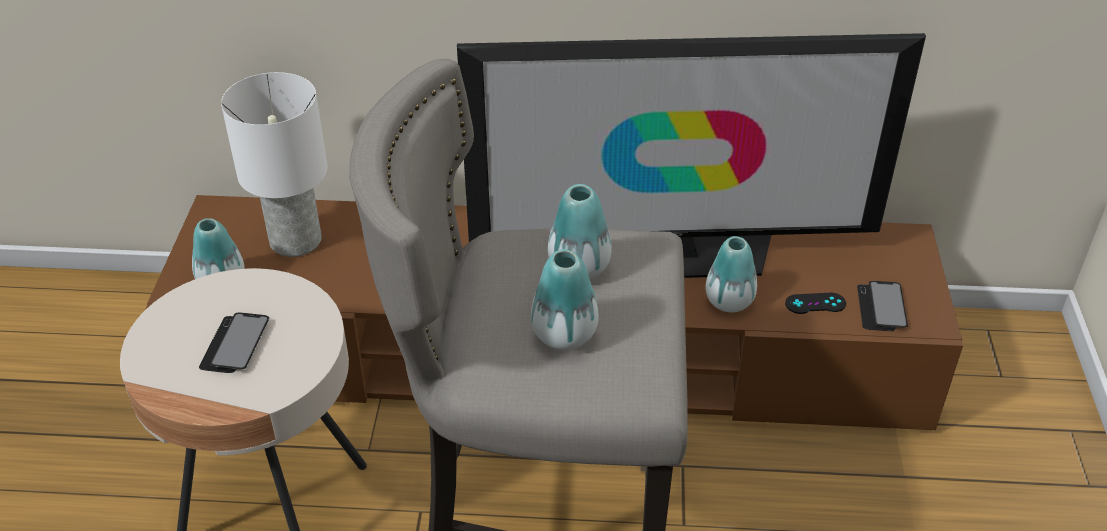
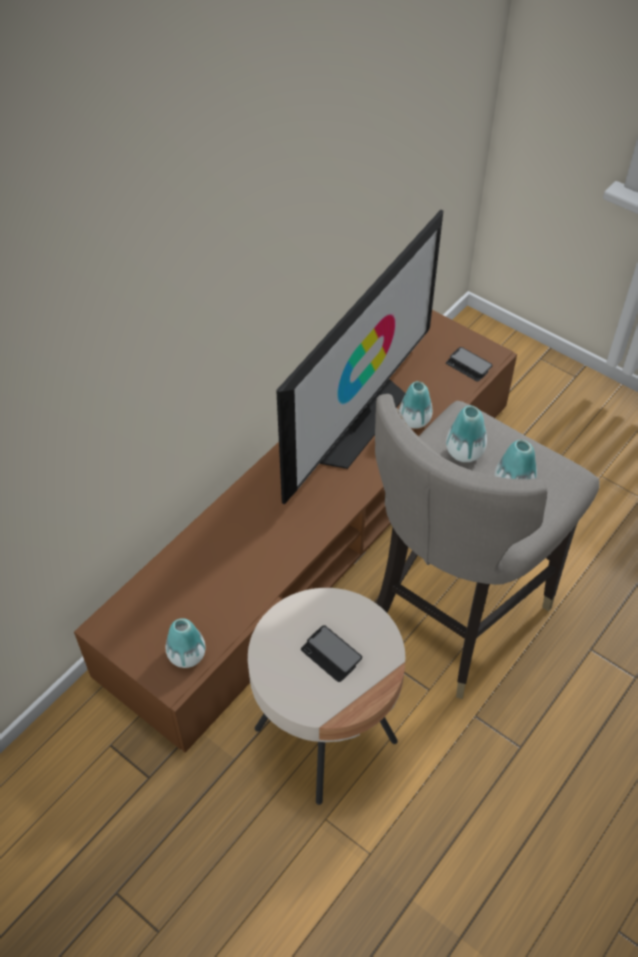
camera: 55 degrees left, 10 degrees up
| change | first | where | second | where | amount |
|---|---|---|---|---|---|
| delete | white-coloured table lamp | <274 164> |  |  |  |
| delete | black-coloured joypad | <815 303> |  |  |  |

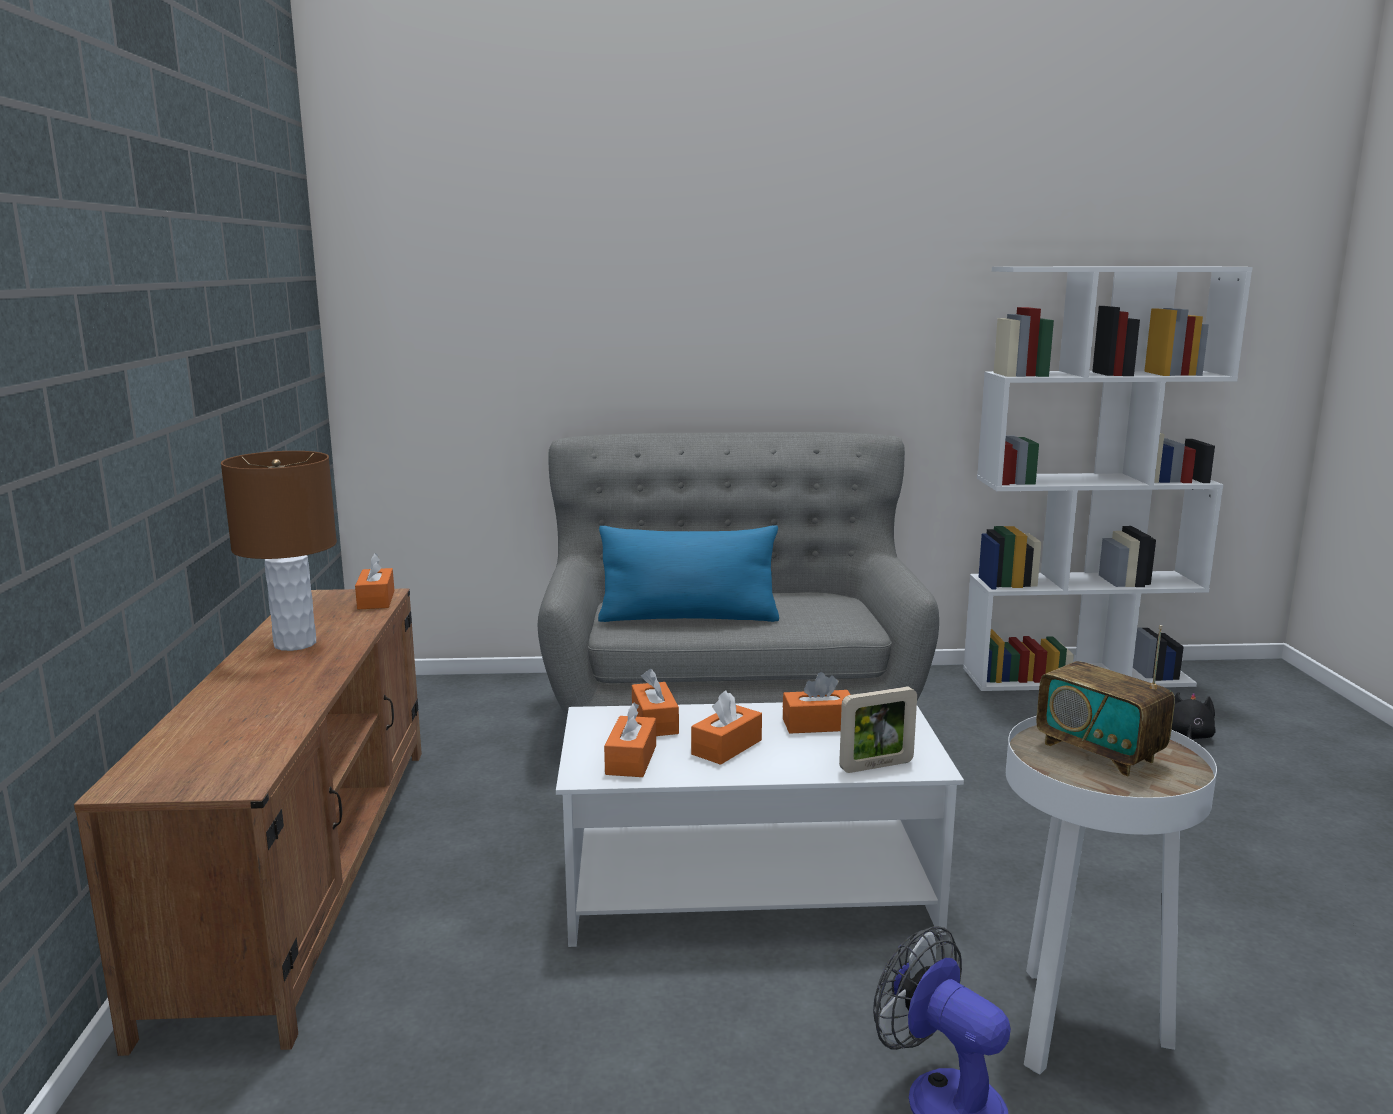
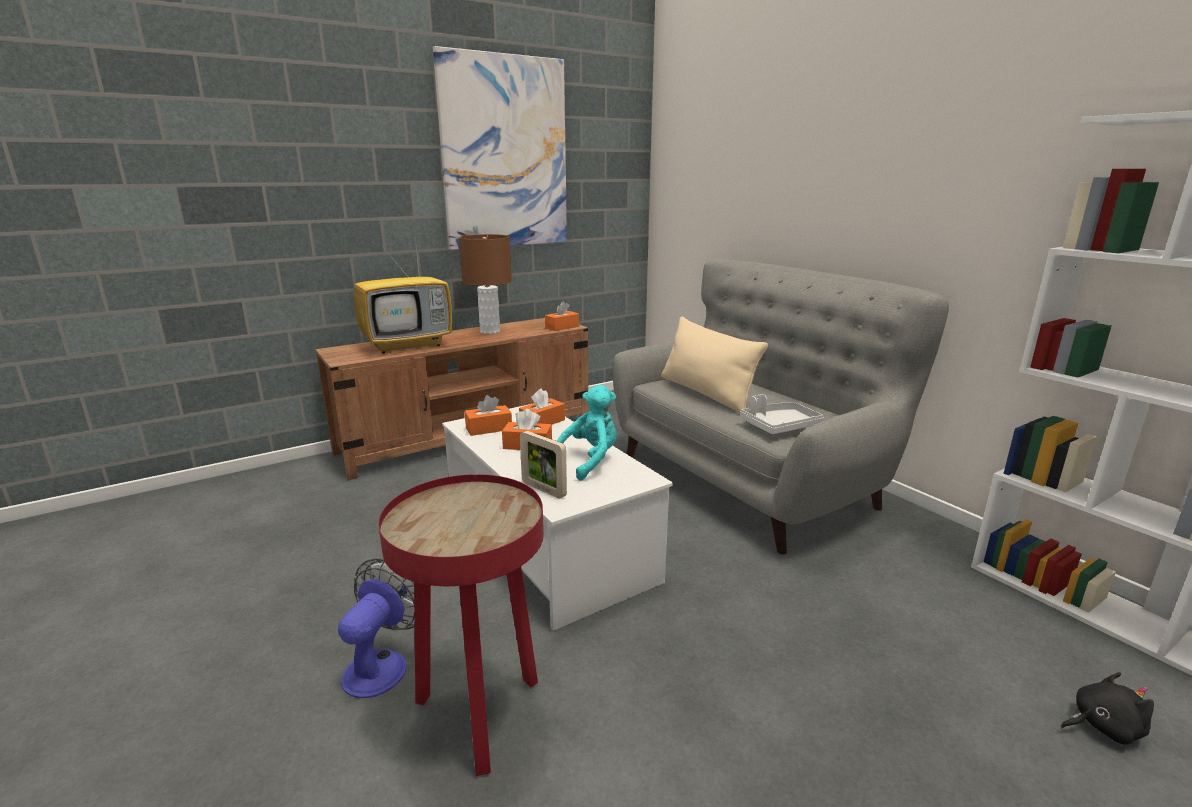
camera: 60 degrees right, 5 degrees up
| change | first | where | second | where | amount |
|---|---|---|---|---|---|
| recolor | blue-coloured pillow | <688 573> | sand-coloured pillow | <714 364> |  |
| replace | orange-coloured box of tissues | <817 703> | turquoise-coloured cuddly toy | <587 433> |  |
| recolor | white-coloured side table | <1111 895> | reddish side table | <461 625> |  |
| delete | radio set | <1105 700> |  |  |  |
| insert |  |  | TV | <403 296> |  |
| insert |  |  | picture | <500 148> |  |
| insert |  |  | grey serving tray | <782 414> |  |

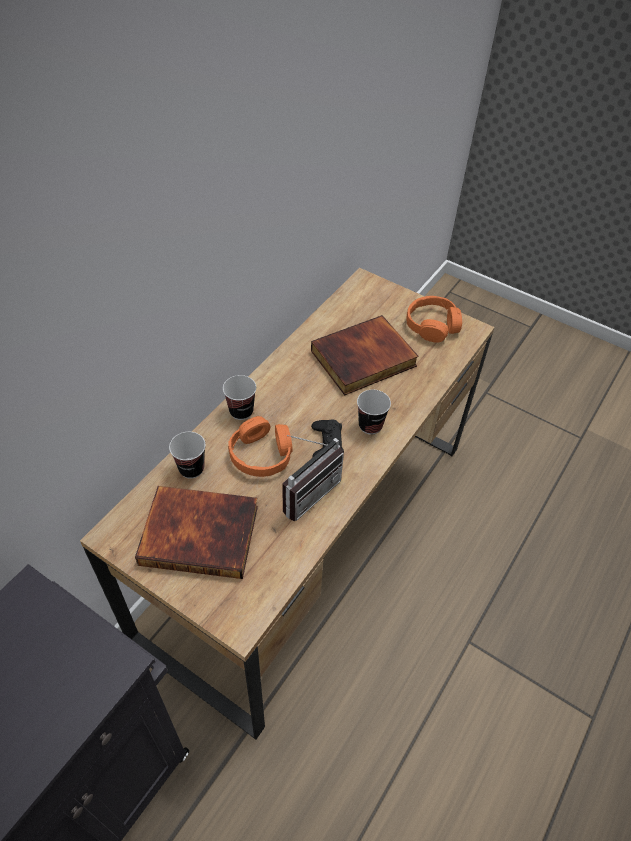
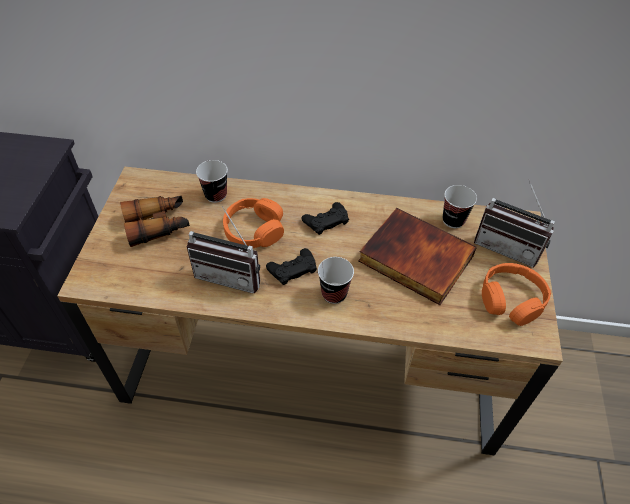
camera: 65 degrees right, 0 degrees up
| change | first | where | second | where | amount |
|---|---|---|---|---|---|
| replace | volume | <196 532> | field glasses | <155 221> |  |
| move | cup | <239 397> |  | <460 206> |  |
| insert |  |  | black-coloured joypad | <325 218> |  |
| insert |  |  | radio set | <514 223> |  |

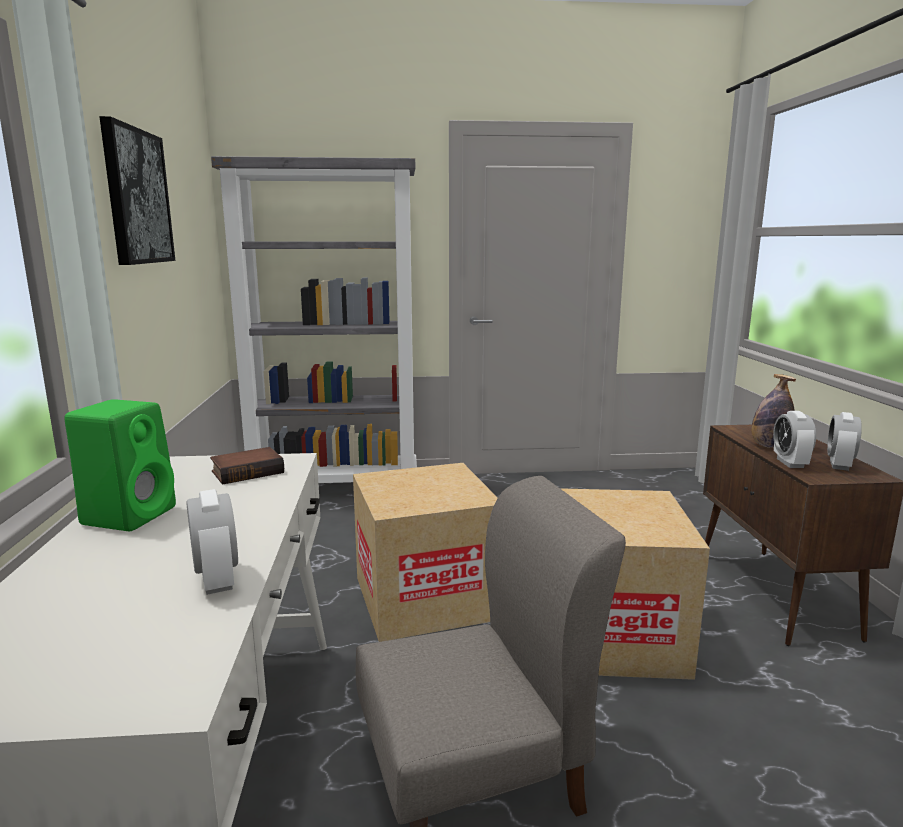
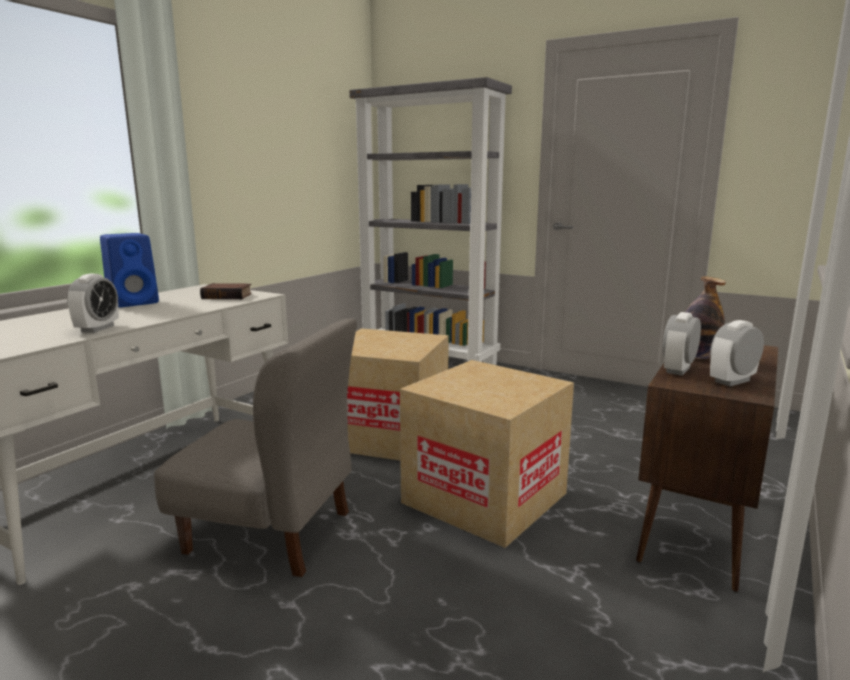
camera: 35 degrees right, 0 degrees up
| change | first | where | second | where | amount |
|---|---|---|---|---|---|
| recolor | green loudspeaker | <120 465> | blue-coloured loudspeaker | <129 270> |  |
| delete | picture | <137 190> |  |  |  |

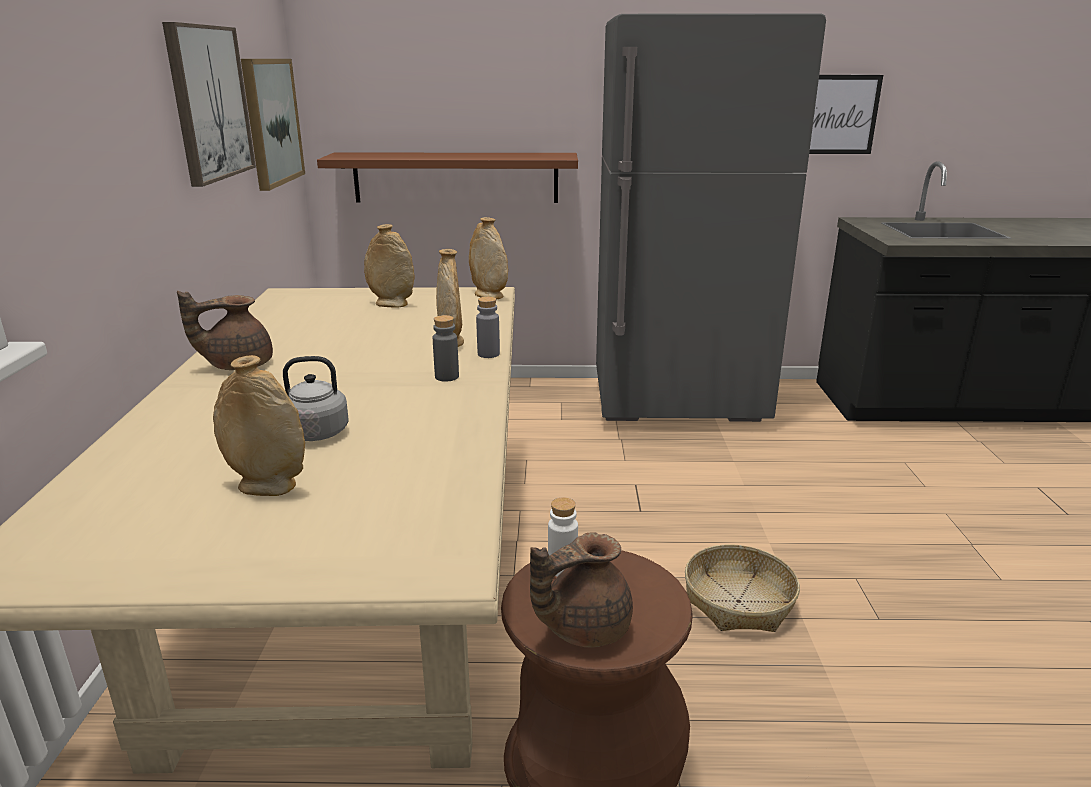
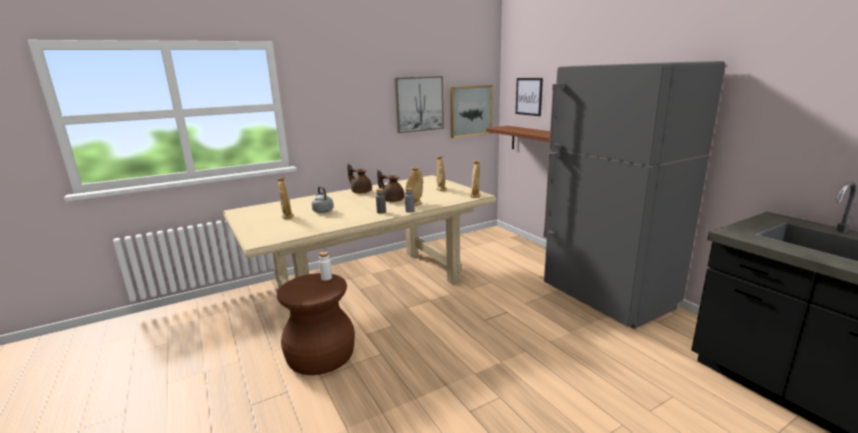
camera: 60 degrees right, 5 degrees down
| change | first | where | second | where | amount |
|---|---|---|---|---|---|
| move | brown-coloured pot for tea | <581 589> |  | <390 186> |  |
| delete | storage basket | <742 588> |  |  |  |
| move | picture | <846 114> |  | <529 97> |  |

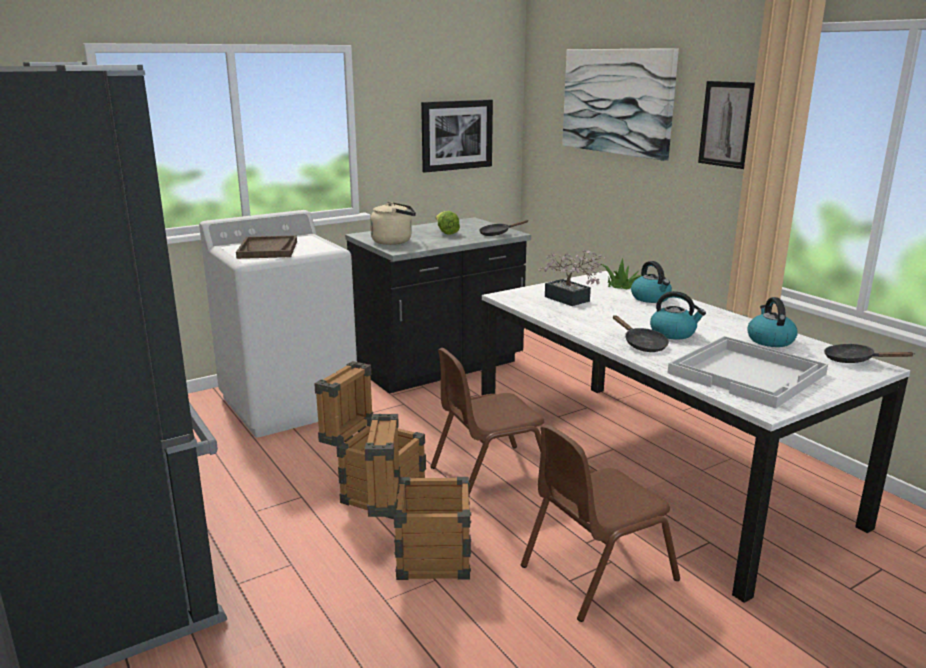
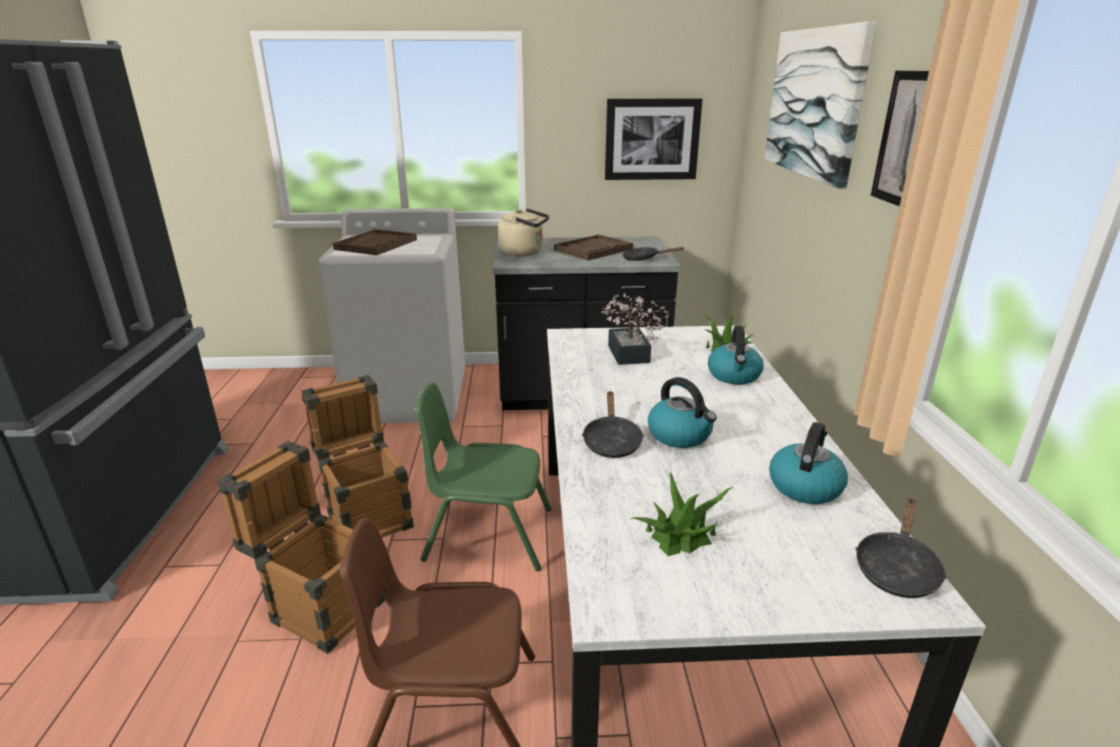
camera: 30 degrees right, 5 degrees up
| change | first | where | second | where | amount |
|---|---|---|---|---|---|
| recolor | brown-coloured chair | <487 421> | green chair | <483 476> |  |
| replace | lettuce | <448 223> | brown-coloured serving tray | <593 247> |  |
| replace | white-coloured serving tray | <748 372> | potted plant | <681 514> |  |
| rotate | black-coloured frying pan | <869 353> |  | <901 548> | 120 degrees counterclockwise |

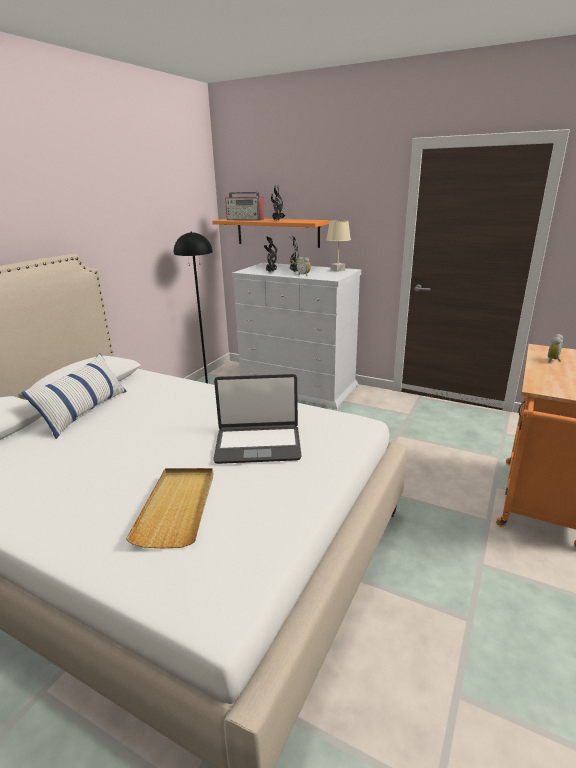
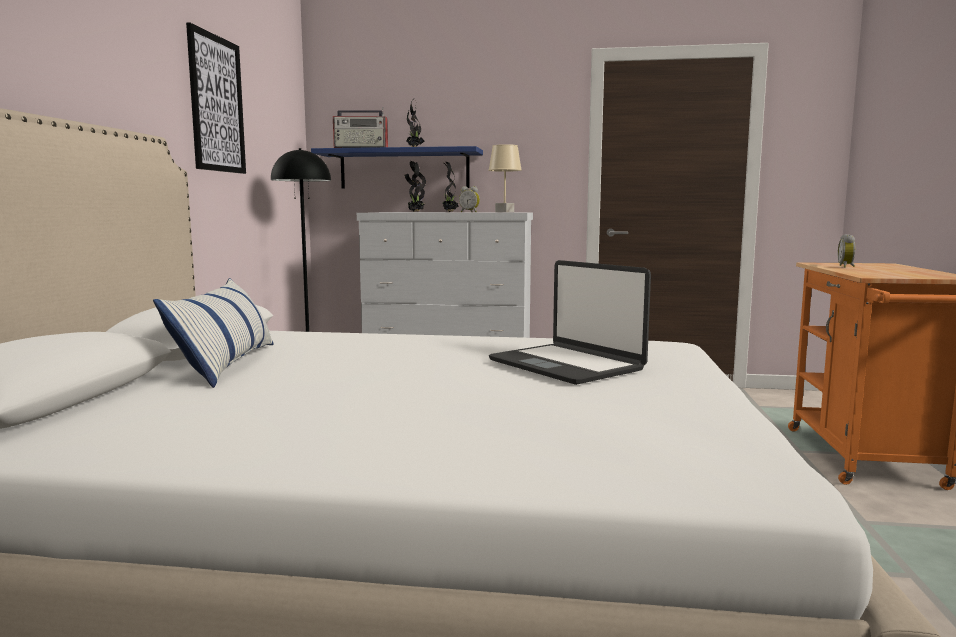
camera: 20 degrees left, 15 degrees down
| change | first | where | second | where | amount |
|---|---|---|---|---|---|
| delete | sand-coloured serving tray | <169 508> |  |  |  |
| recolor | orange-coloured shelf | <270 233> | blue-coloured shelf | <397 167> |  |
| rotate | portable computer | <257 419> |  | <570 322> | 75 degrees clockwise |
| insert |  |  | picture | <216 98> |  |

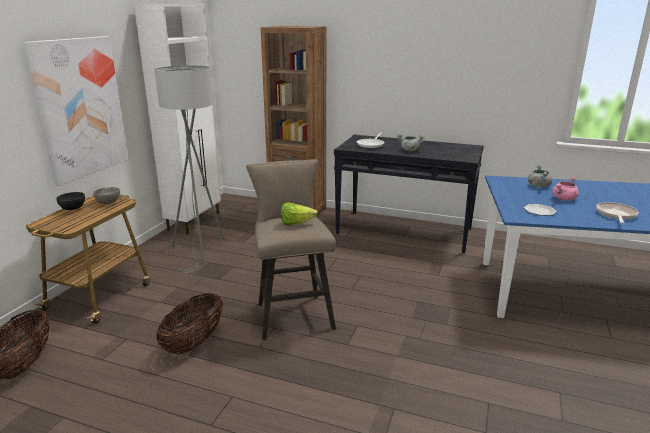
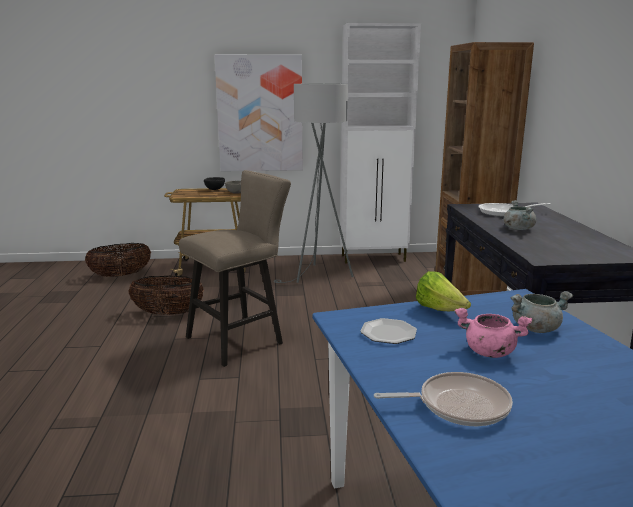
camera: 65 degrees right, 5 degrees down
| change | first | where | second | where | amount |
|---|---|---|---|---|---|
| move | lettuce | <299 213> |  | <443 291> |  |

